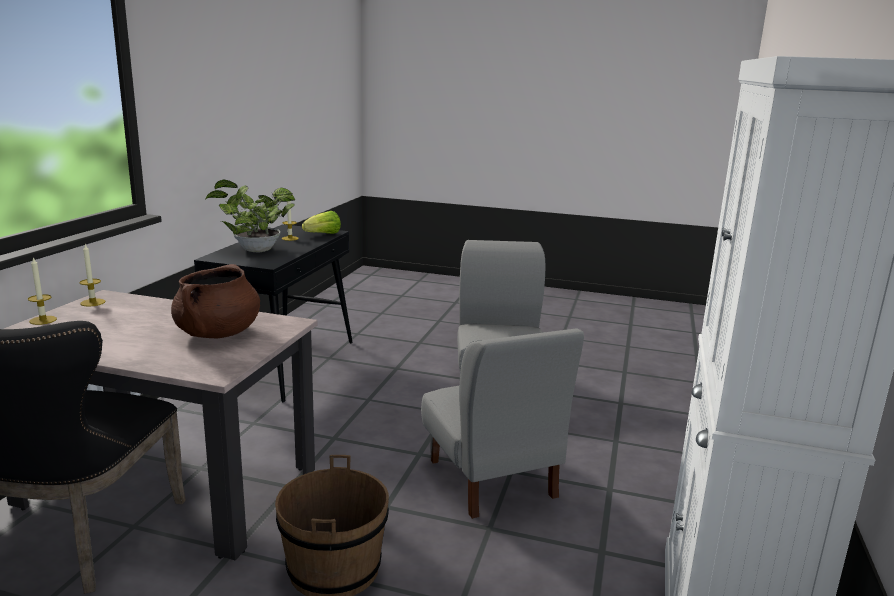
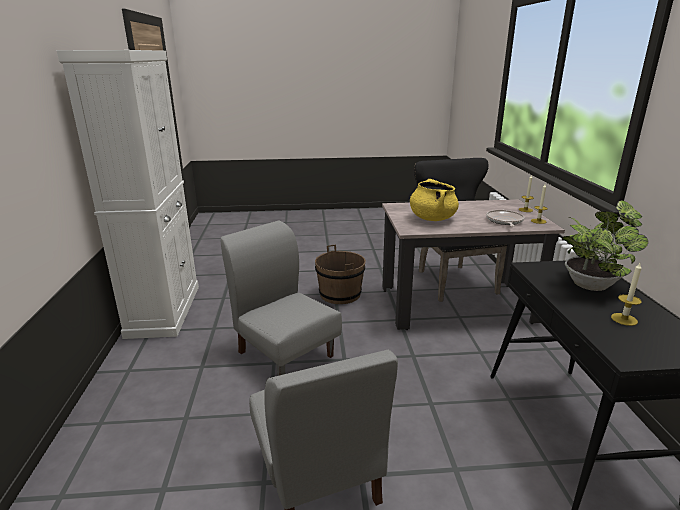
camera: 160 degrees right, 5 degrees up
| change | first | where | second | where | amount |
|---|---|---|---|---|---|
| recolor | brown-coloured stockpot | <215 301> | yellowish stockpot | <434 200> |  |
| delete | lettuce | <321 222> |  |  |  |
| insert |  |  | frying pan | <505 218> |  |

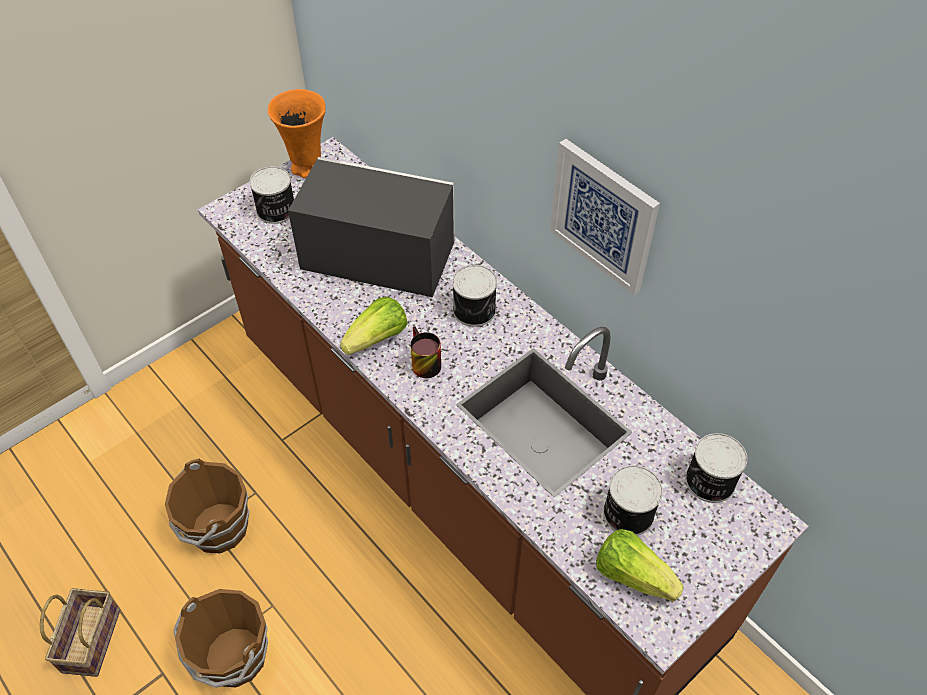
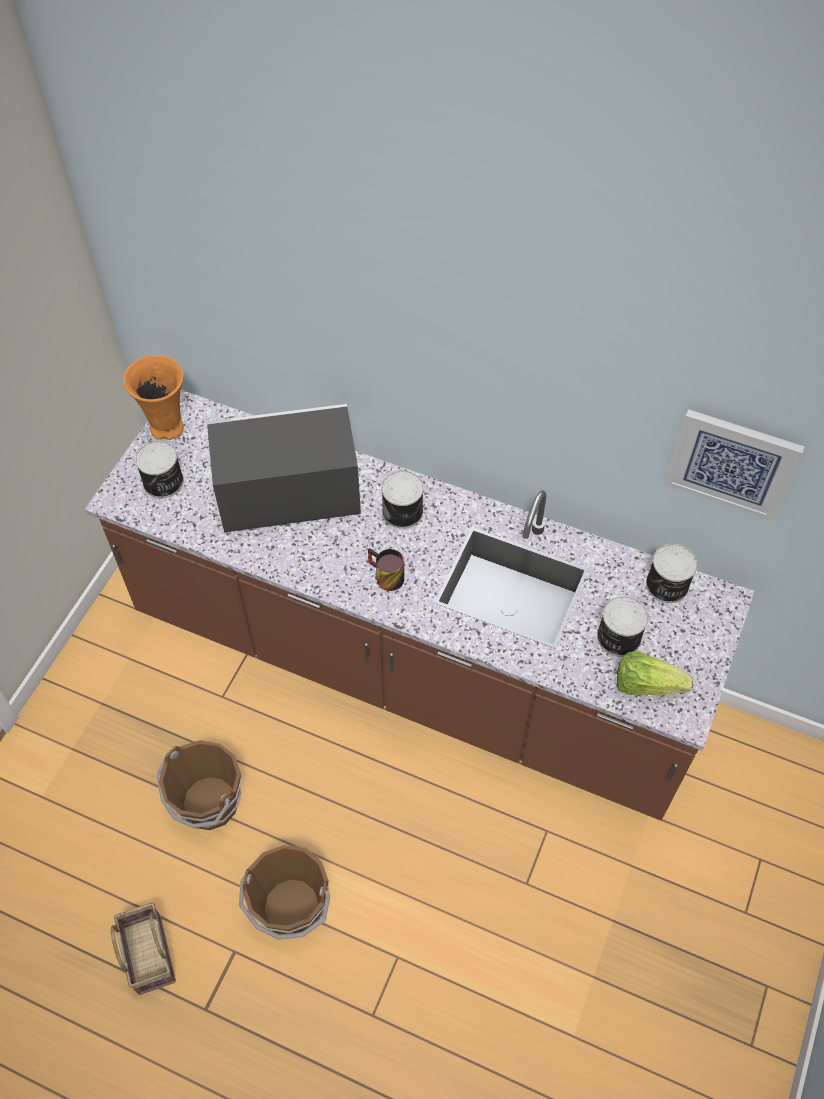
camera: 25 degrees left, 5 degrees up
| change | first | where | second | where | amount |
|---|---|---|---|---|---|
| delete | lettuce | <373 326> |  |  |  |
| move | picture | <605 217> |  | <735 465> |  |

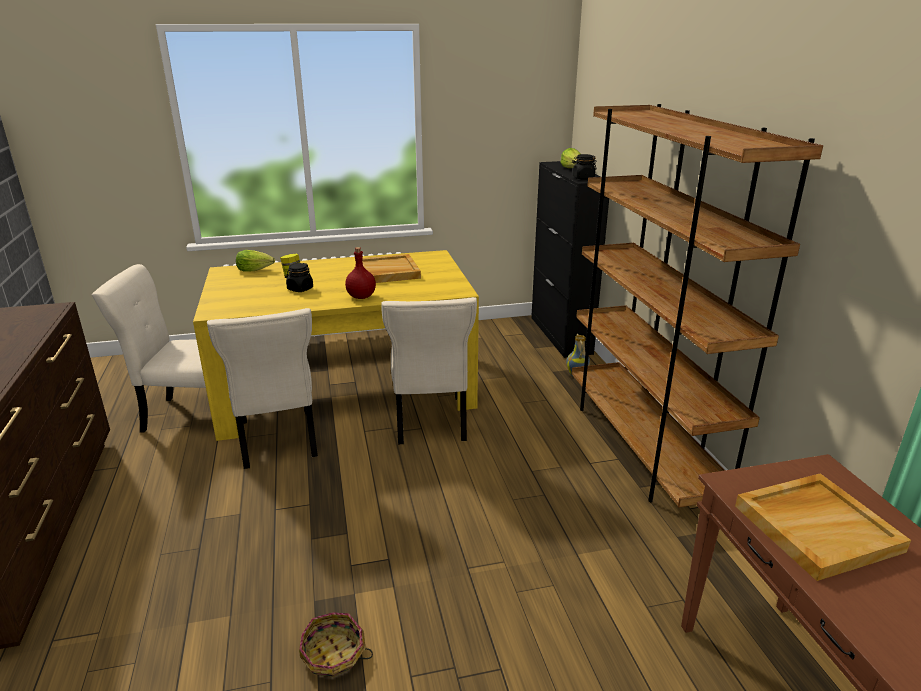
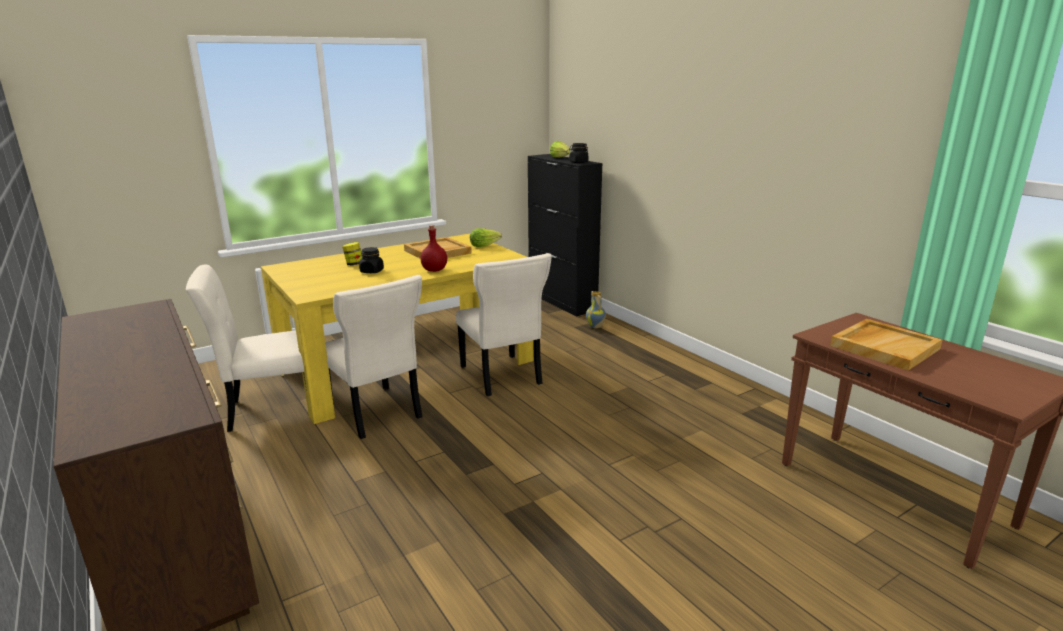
camera: 20 degrees left, 5 degrees down
| change | first | where | second | where | amount |
|---|---|---|---|---|---|
| move | lettuce | <255 261> |  | <486 237> |  |
| delete | storage basket | <336 644> |  |  |  |
| delete | brown-coloured bookshelf | <697 306> |  |  |  |

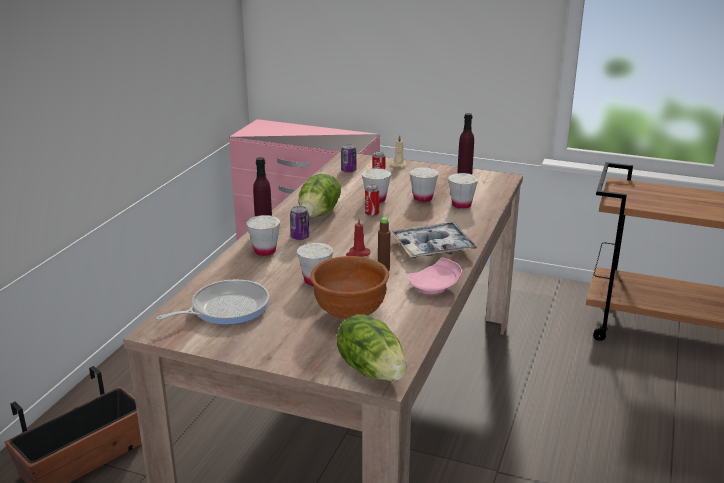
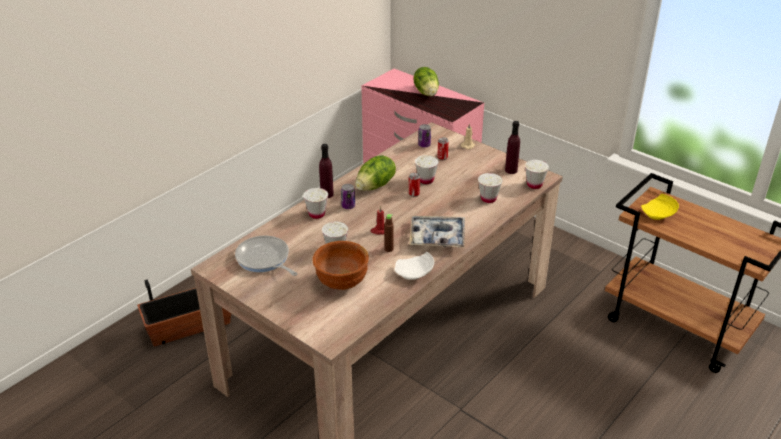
camera: 20 degrees right, 10 degrees up
| change | first | where | second | where | amount |
|---|---|---|---|---|---|
| rotate | frying pan | <212 302> |  | <266 256> | 120 degrees counterclockwise |
| move | lettuce | <371 347> |  | <426 81> |  |
| recolor | pink plate | <435 275> | white-coloured plate | <414 266> |  |
| move | white-coloured cup | <424 184> |  | <537 174> |  |
| insert |  |  | yellowish plate | <660 207> |  |

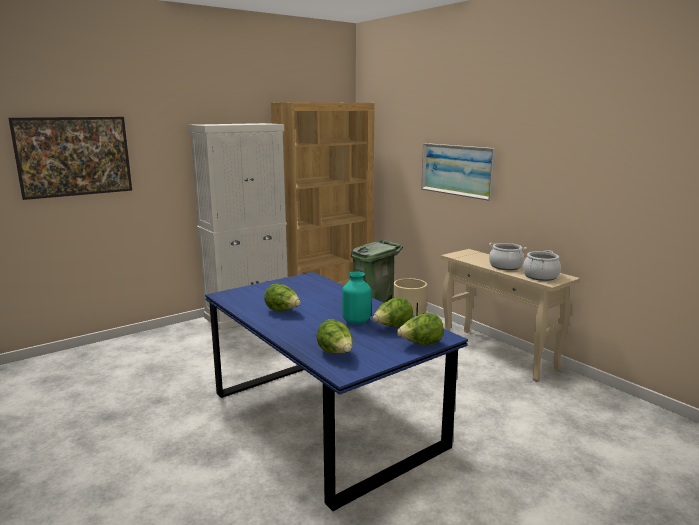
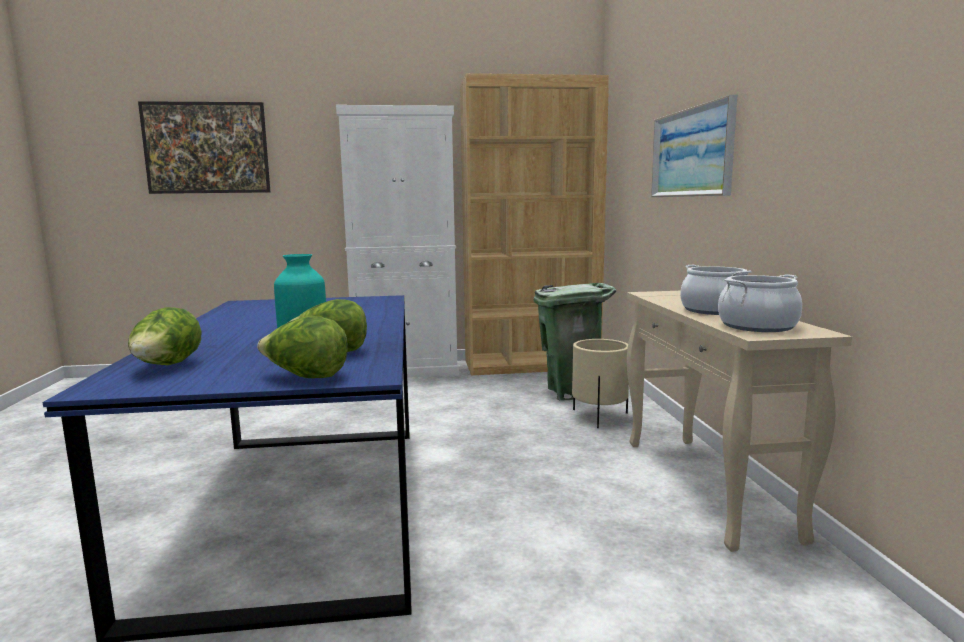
camera: 30 degrees right, 5 degrees down
| change | first | where | second | where | amount |
|---|---|---|---|---|---|
| delete | lettuce | <282 297> |  |  |  |

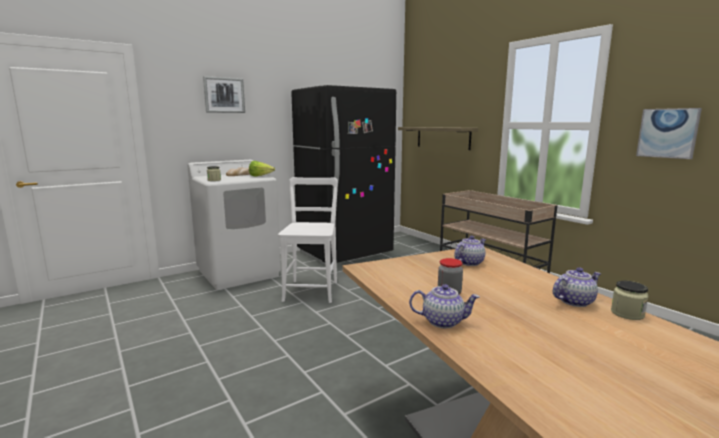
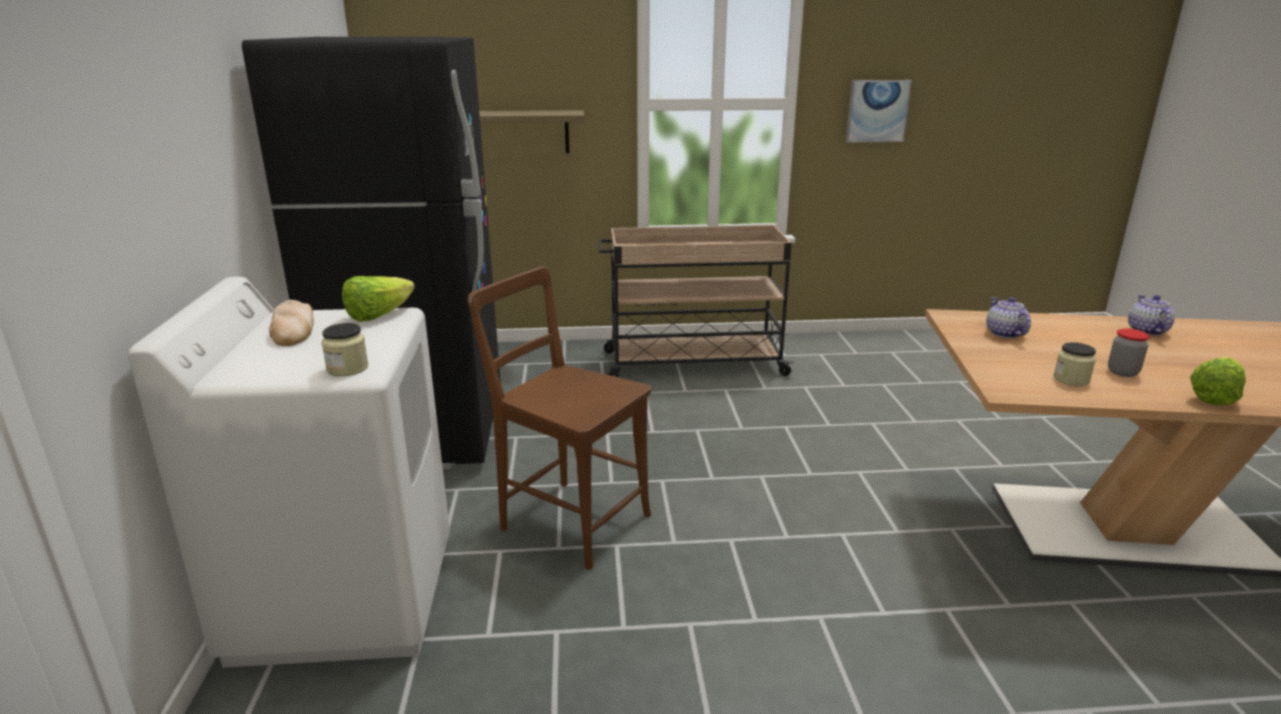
camera: 60 degrees left, 10 degrees up
| change | first | where | second | where | amount |
|---|---|---|---|---|---|
| delete | picture | <224 94> |  |  |  |
| recolor | white-coloured chair | <308 240> | brown-coloured chair | <559 418> |  |
| replace | pot for tea | <444 306> | lettuce | <1218 381> |  |
| move | storage jar | <629 300> |  | <1075 364> |  |

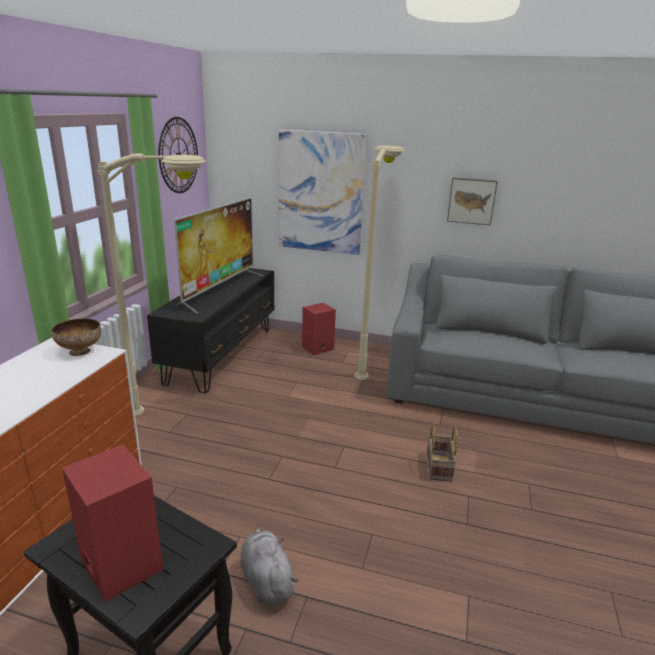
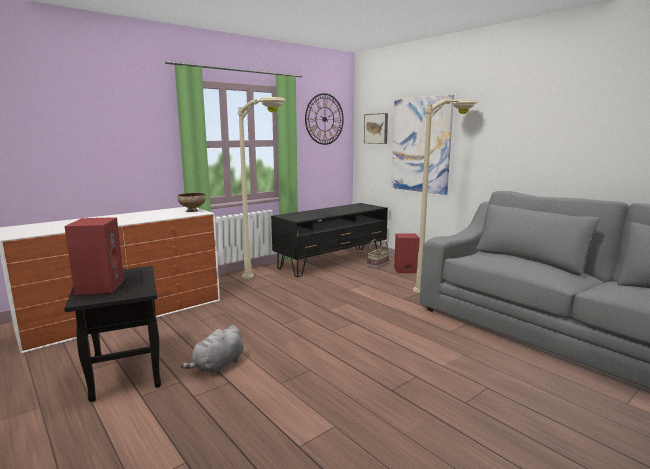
camera: 35 degrees right, 10 degrees down
| change | first | where | second | where | amount |
|---|---|---|---|---|---|
| delete | TV | <218 255> |  |  |  |
| rotate | grey cuddly toy | <269 565> |  | <211 349> | 150 degrees counterclockwise |
| move | storage basket | <442 453> |  | <378 254> |  |
| move | picture | <472 201> |  | <376 128> |  |

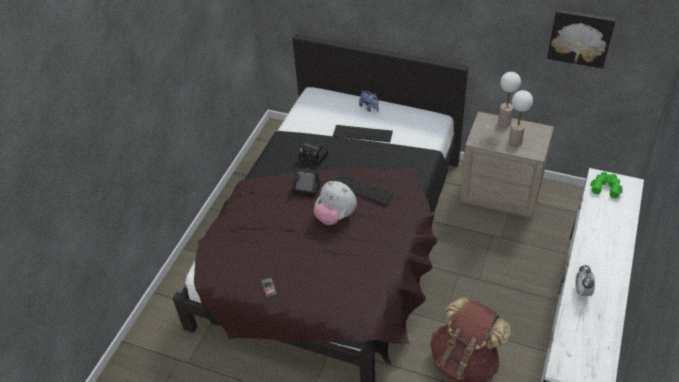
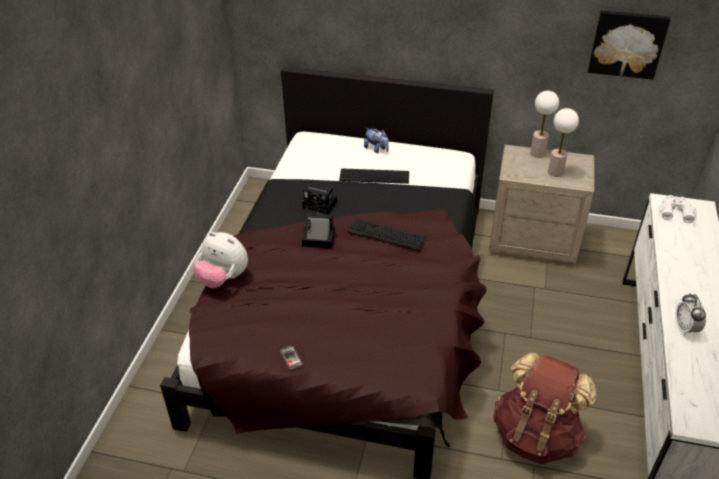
camera: 10 degrees left, 5 degrees down
| change | first | where | second | where | amount |
|---|---|---|---|---|---|
| move | cuddly toy | <335 203> |  | <220 260> |  |
| recolor | green field glasses | <606 185> | white-coloured field glasses | <677 209> |  |

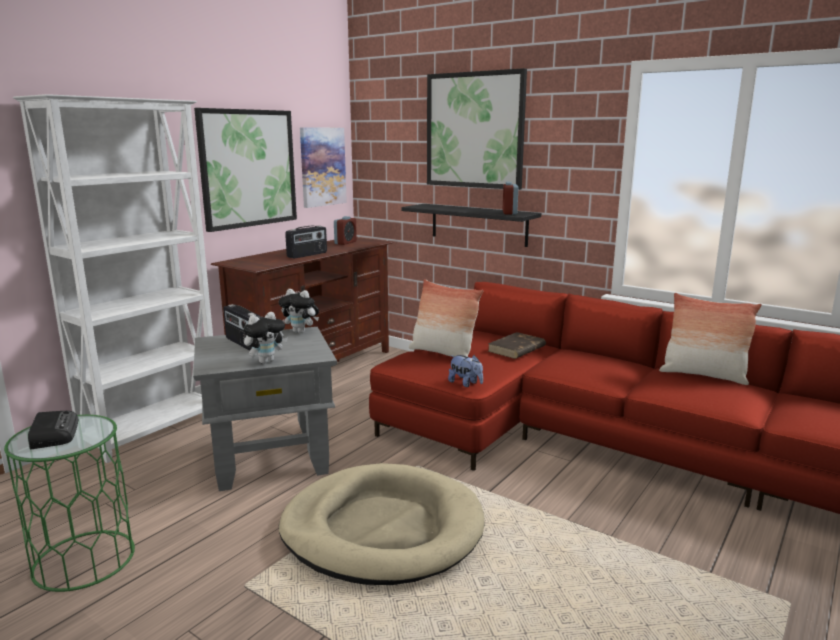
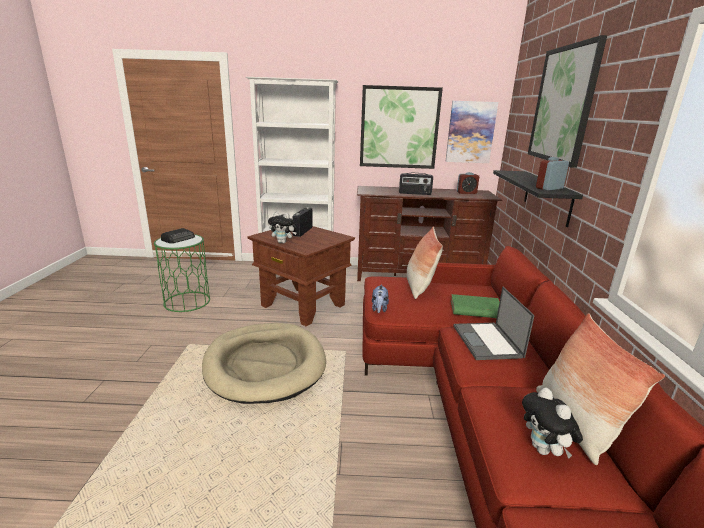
camera: 55 degrees right, 5 degrees up
| change | first | where | second | where | amount |
|---|---|---|---|---|---|
| recolor | grey side table | <265 409> | brown-coloured side table | <301 276> |  |
| move | cuddly toy | <299 311> |  | <552 423> |  |
| recolor | brown-coloured volume | <517 345> | green volume | <475 306> |  |
| insert |  |  | portable computer | <494 323> |  |

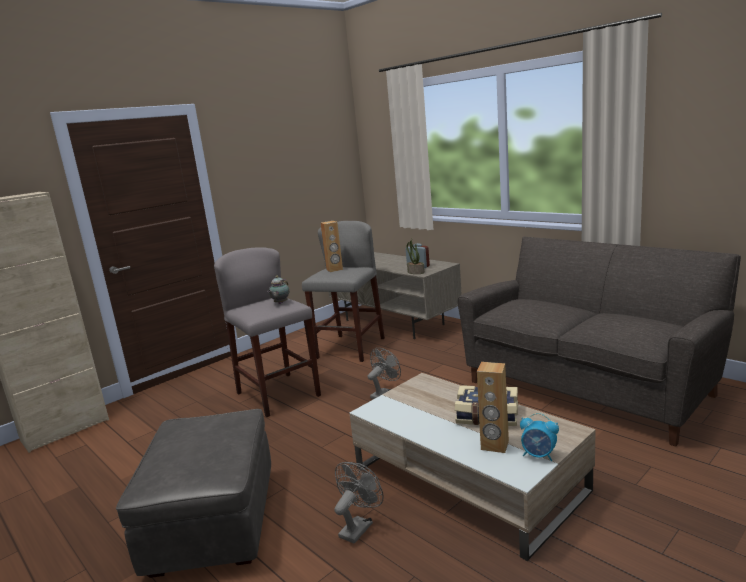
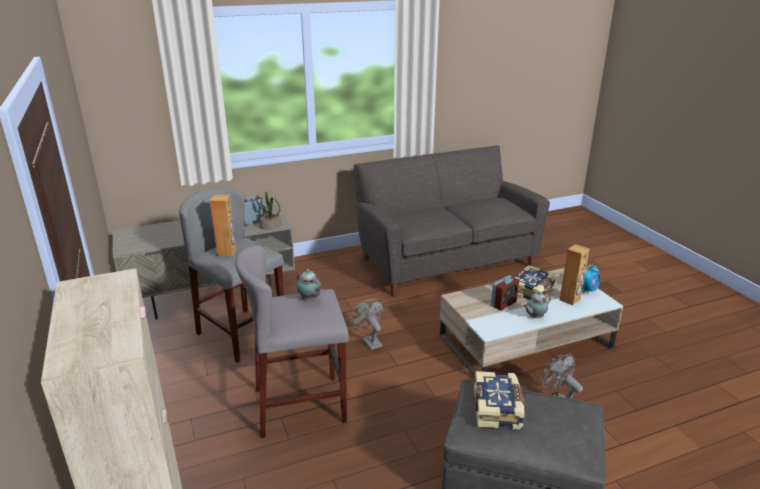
camera: 70 degrees left, 10 degrees up
| change | first | where | second | where | amount |
|---|---|---|---|---|---|
| insert |  |  | volume | <499 400> |  |
| insert |  |  | alarm clock | <505 292> |  |
| insert |  |  | pot for tea | <537 304> |  |

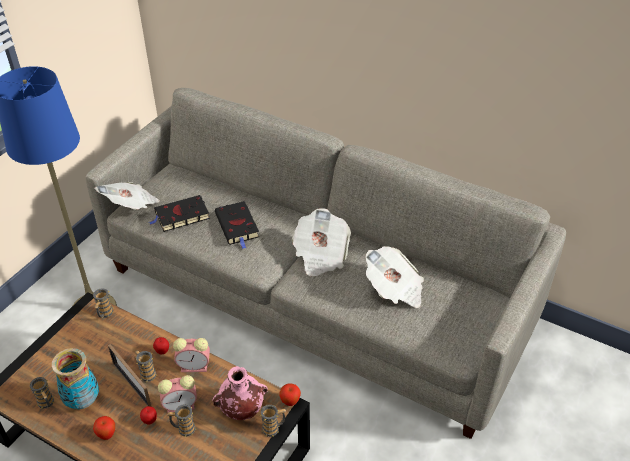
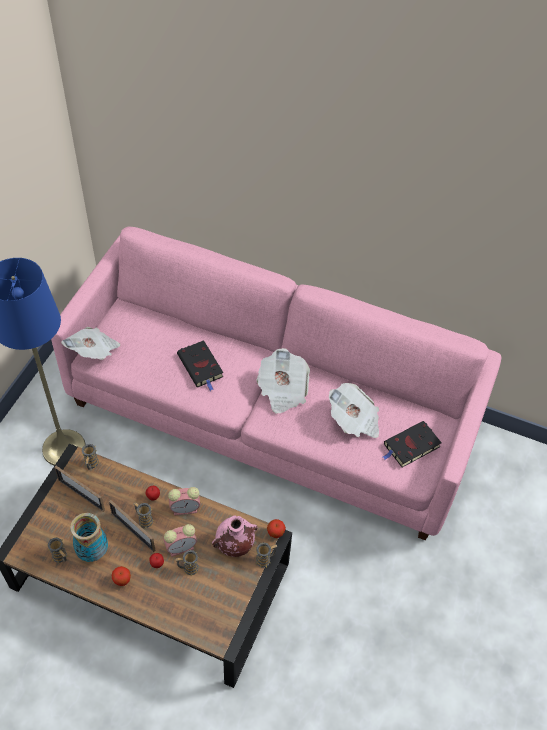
camera: 10 degrees left, 10 degrees up
| change | first | where | second | where | amount |
|---|---|---|---|---|---|
| recolor | grey settee | <325 263> | pink settee | <276 383> |  |
| move | black-coloured volume | <179 213> |  | <412 444> |  |
| insert |  |  | photo frame | <79 489> |  |

